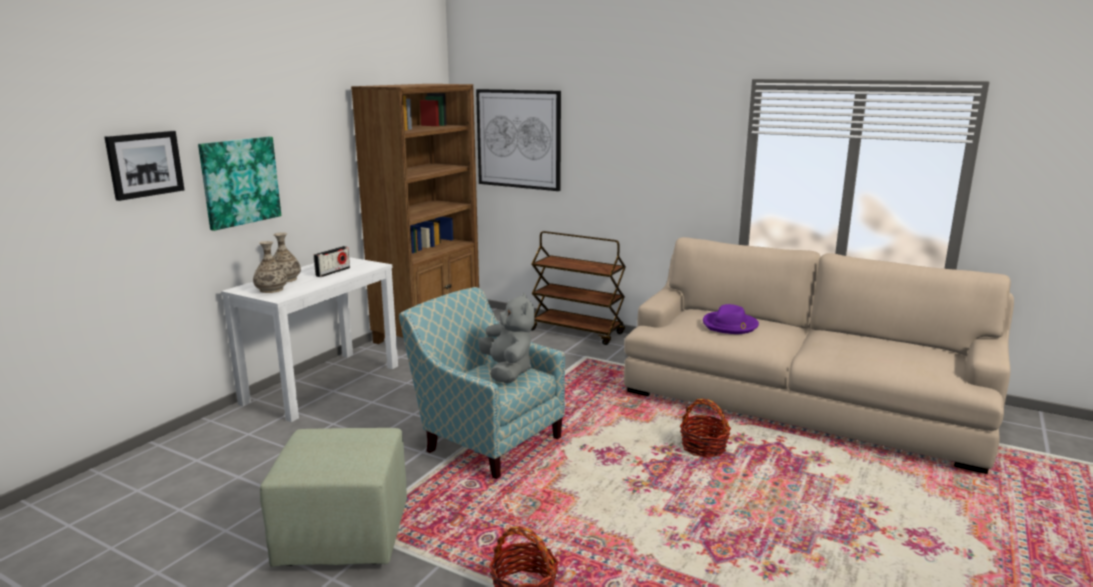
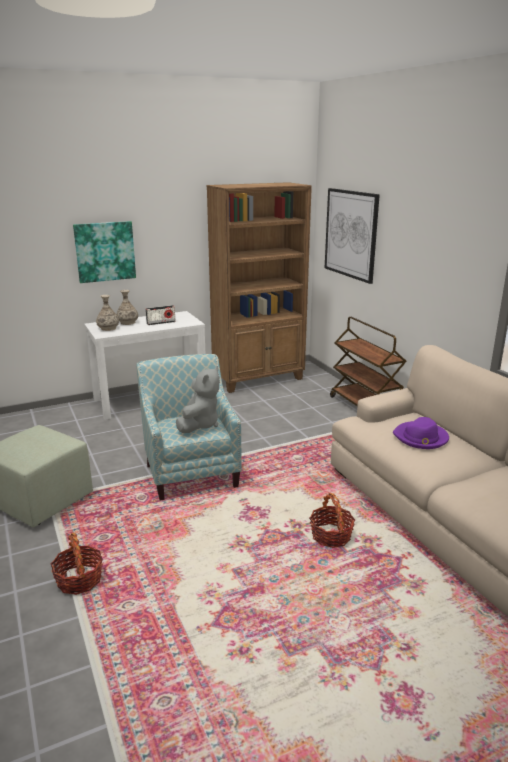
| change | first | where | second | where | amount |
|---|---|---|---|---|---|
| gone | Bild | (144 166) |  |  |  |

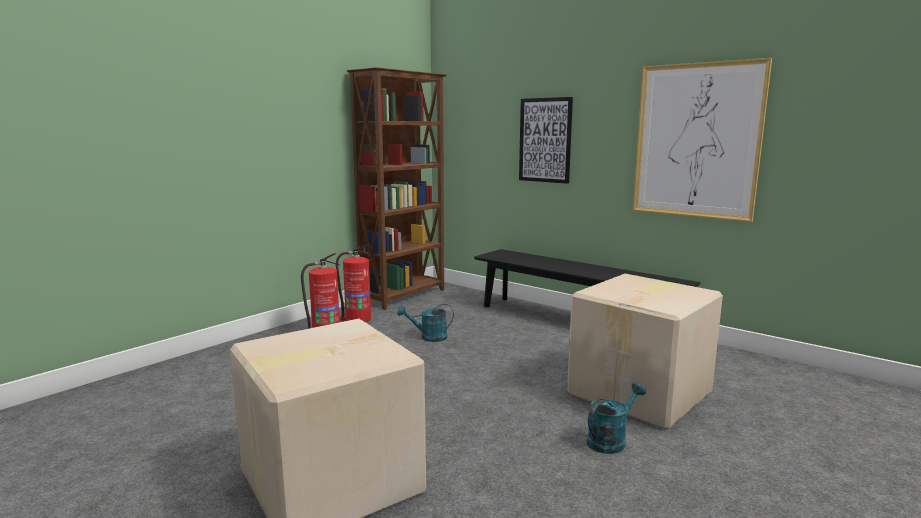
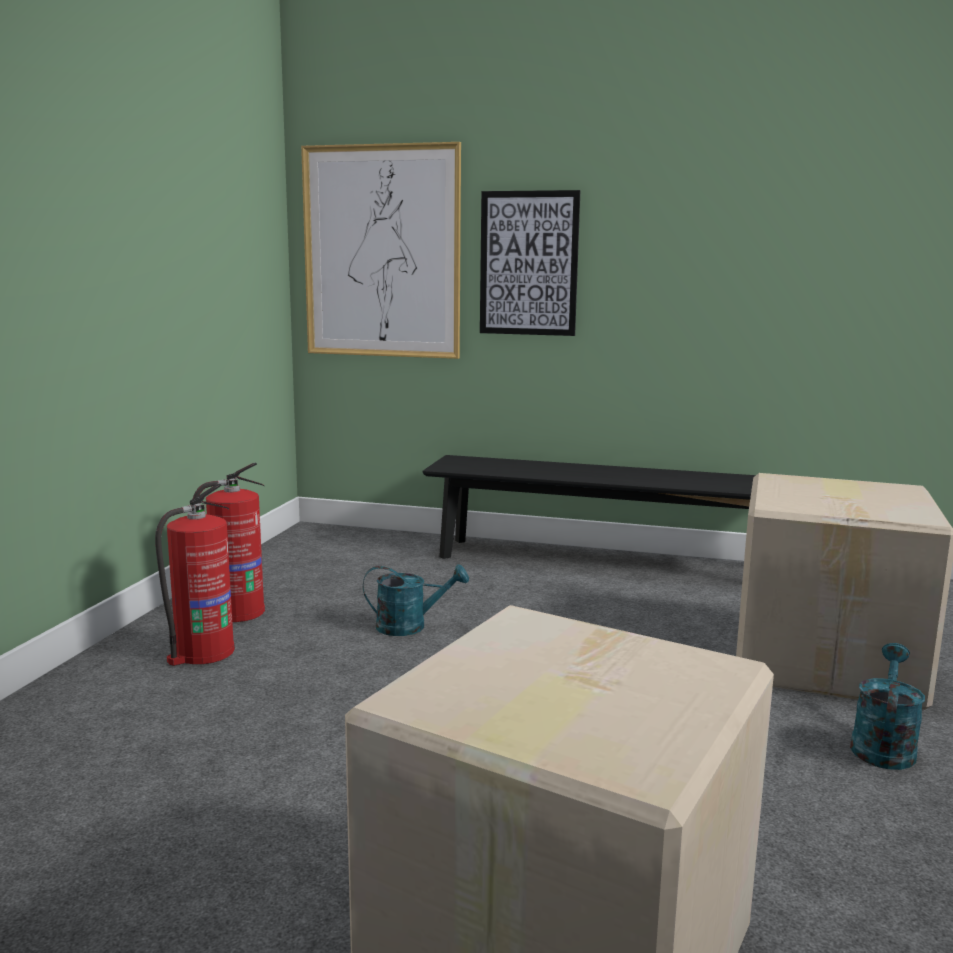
| change | first | where | second | where | amount |
|---|---|---|---|---|---|
| shifted | Bild | (702 140) |  | (381 250) |  |
| gone | Bücherregal (braun) | (397 188) |  |  |  |
| rotated | Gießkanne (türkis) | (425 323) |  | (416 600) | 150 degrees counterclockwise |

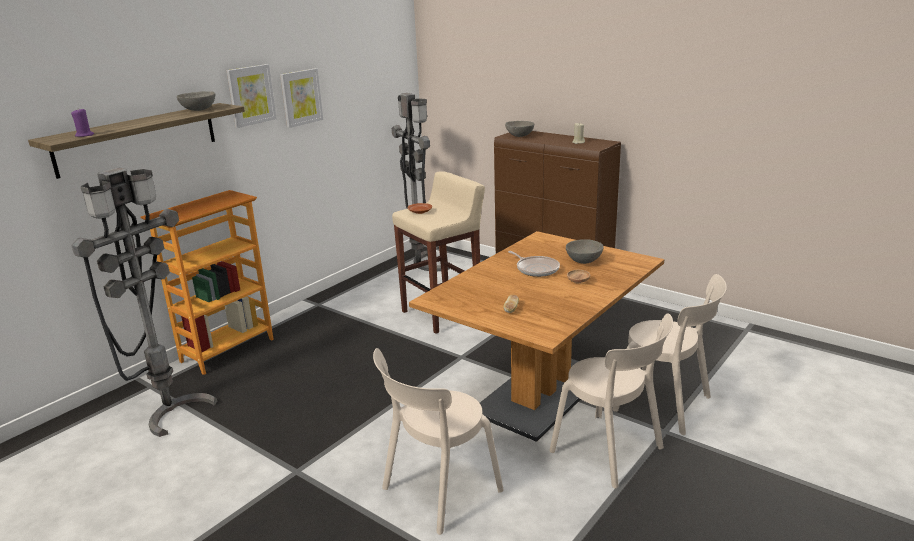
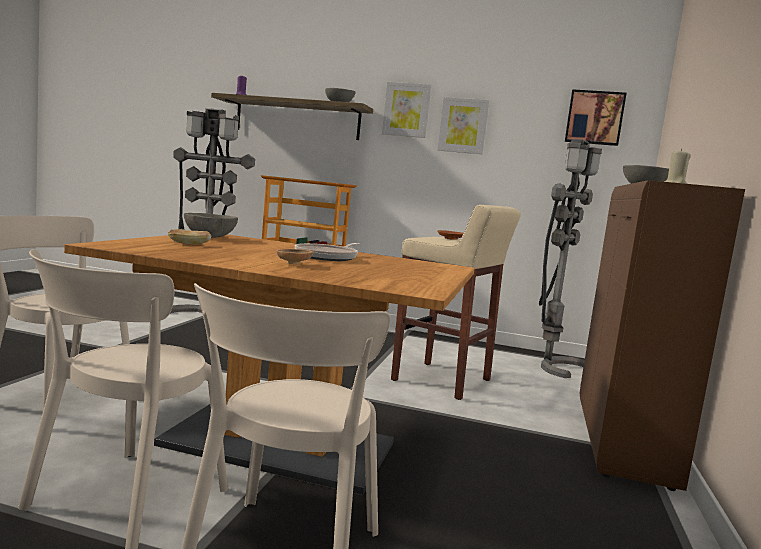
| change | first | where | second | where | amount |
|---|---|---|---|---|---|
| shifted | Schüssel (grau) | (585 251) |  | (211 225) |  |
| new |  |  | Bild | (595 117) |  |

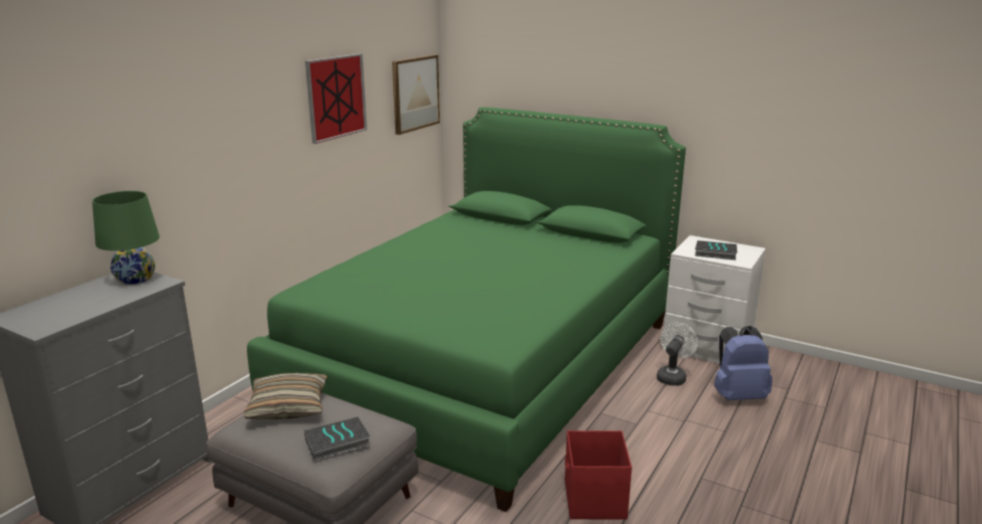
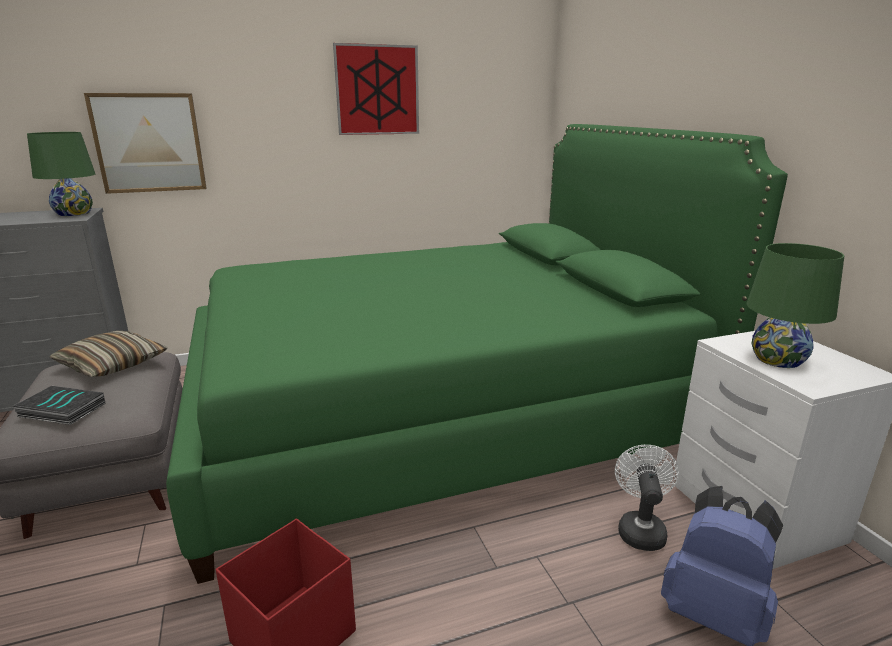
| change | first | where | second | where | amount |
|---|---|---|---|---|---|
| shifted | Bild | (416 95) |  | (145 143) |  |
| swapped | Buch | (716 250) | Tischlampe (grün) | (795 305) |  |
| rotated | Ventilator (weiß) | (677 354) |  | (647 498) | 60 degrees counterclockwise |

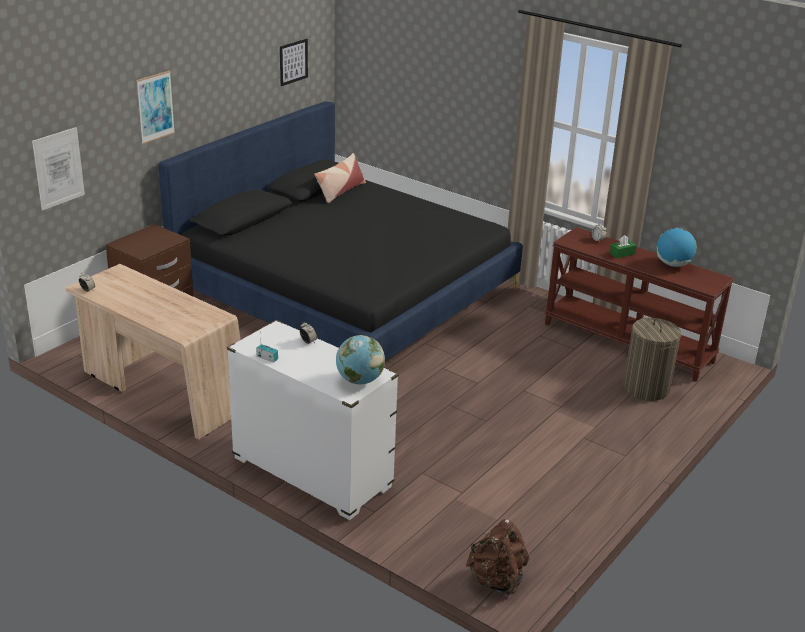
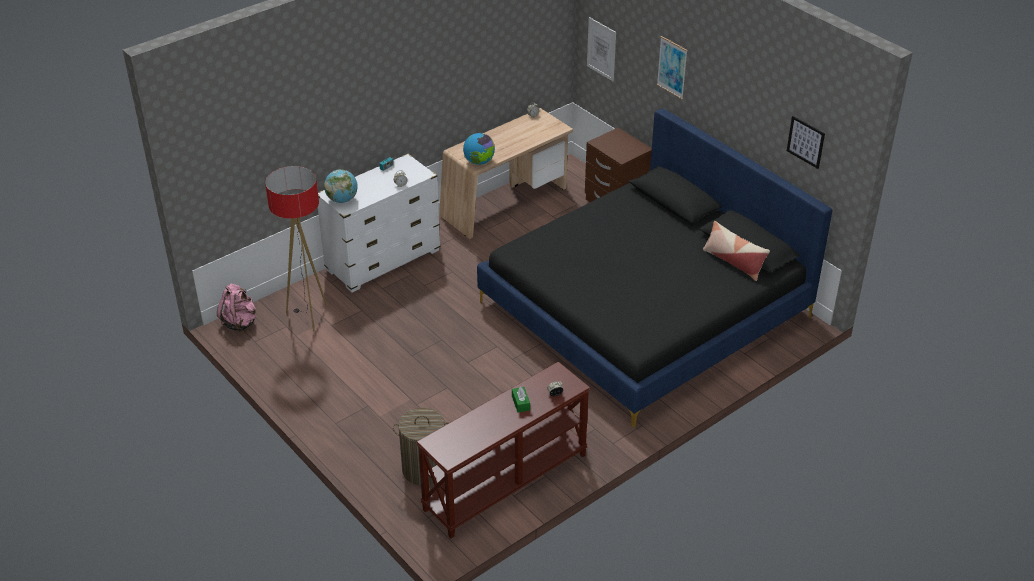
| change | first | where | second | where | amount |
|---|---|---|---|---|---|
| shifted | Globus | (677 247) |  | (479 149) |  |
| repainted | Rucksack (braun) | (497 557) | Rucksack (rosa) | (236 308) |  |
| new |  |  | Stehlampe | (296 249) |  |

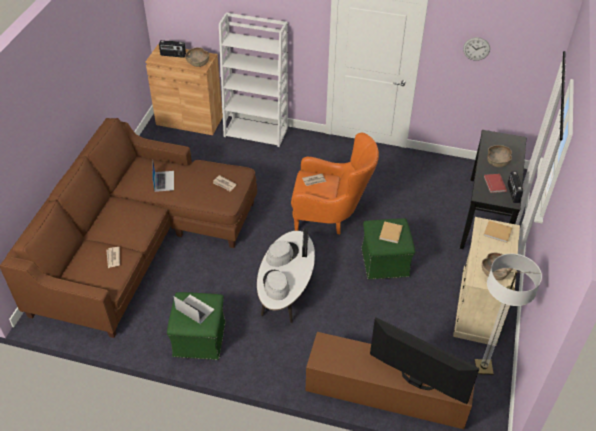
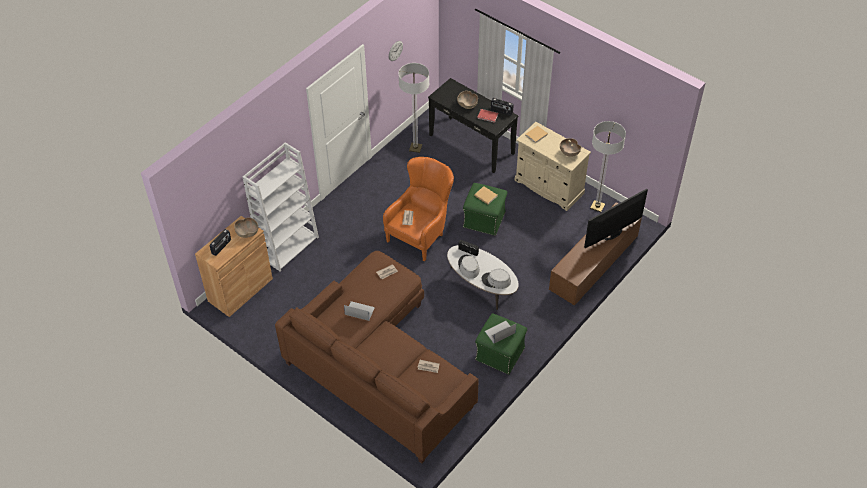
| change | first | where | second | where | amount |
|---|---|---|---|---|---|
| new |  |  | Stehlampe | (413 108) |  |

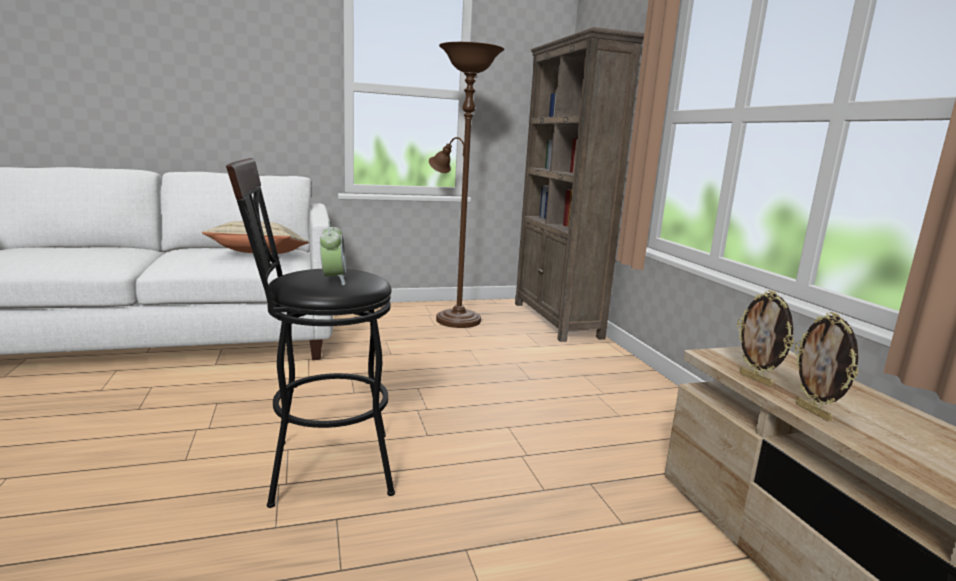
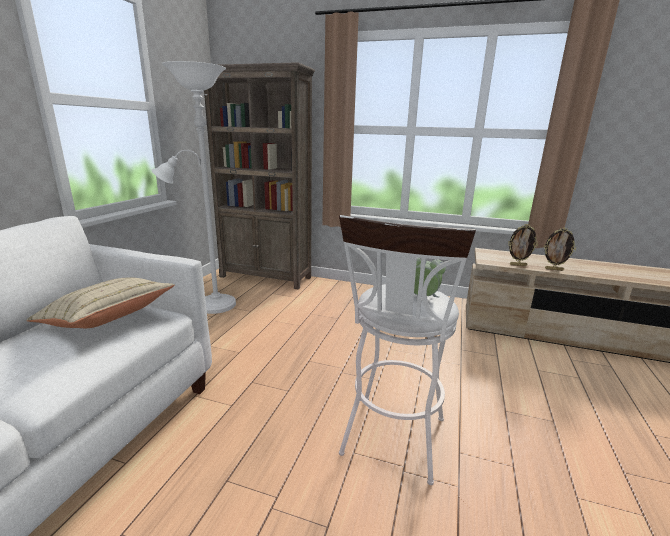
| change | first | where | second | where | amount |
|---|---|---|---|---|---|
| repainted | Stehlampe (braun) | (466 185) | Stehlampe (weiß) | (194 187) |  |
| repainted | Hocker (schwarz) | (310 333) | Hocker (weiß) | (407 350) |  |

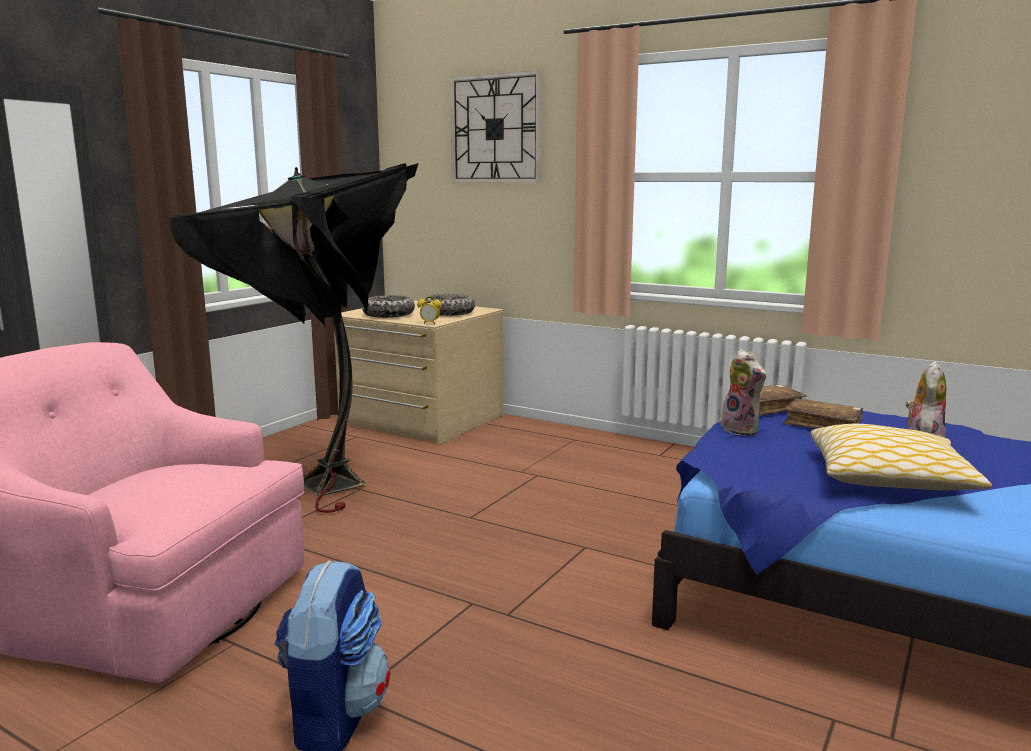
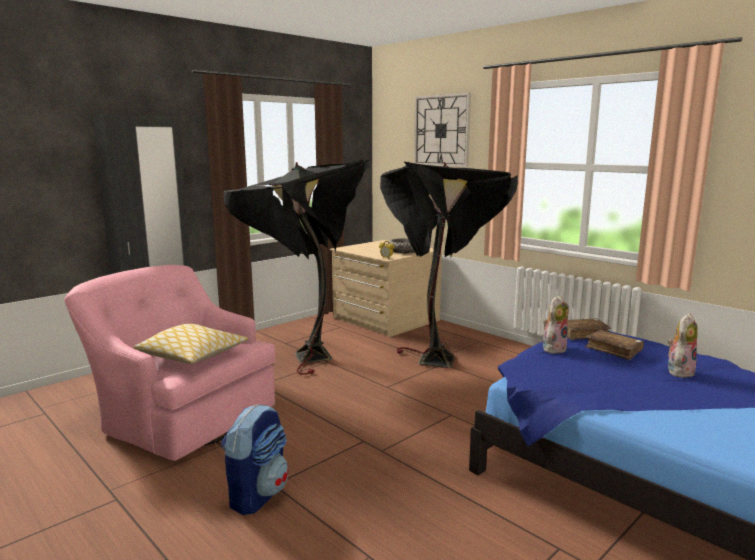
| change | first | where | second | where | amount |
|---|---|---|---|---|---|
| gone | Schüssel | (388 306) |  |  |  |
| rotated | Plüschtier | (742 392) |  | (556 324) | 120 degrees counterclockwise |
| shifted | Kissen | (901 457) |  | (190 344) |  |
| new |  |  | Stehlampe (schwarz) | (449 264) |  |

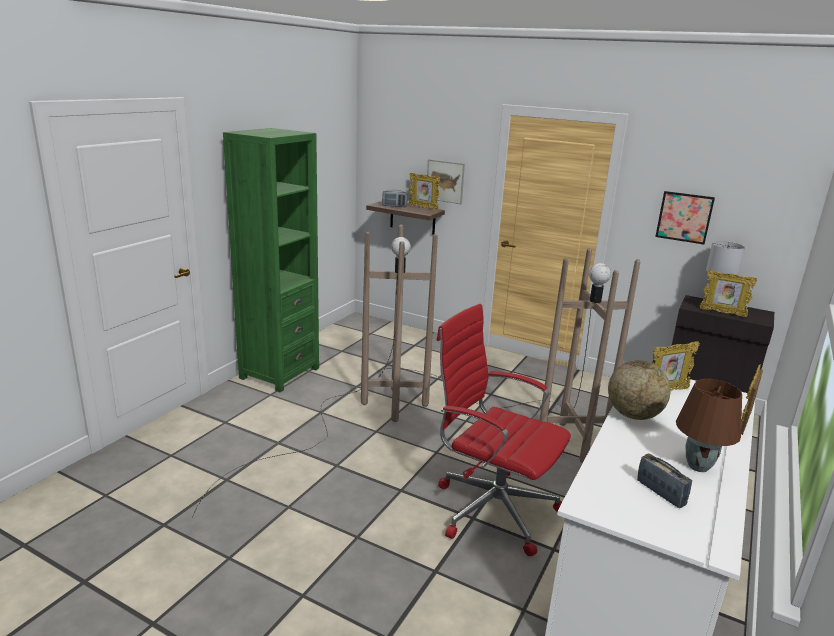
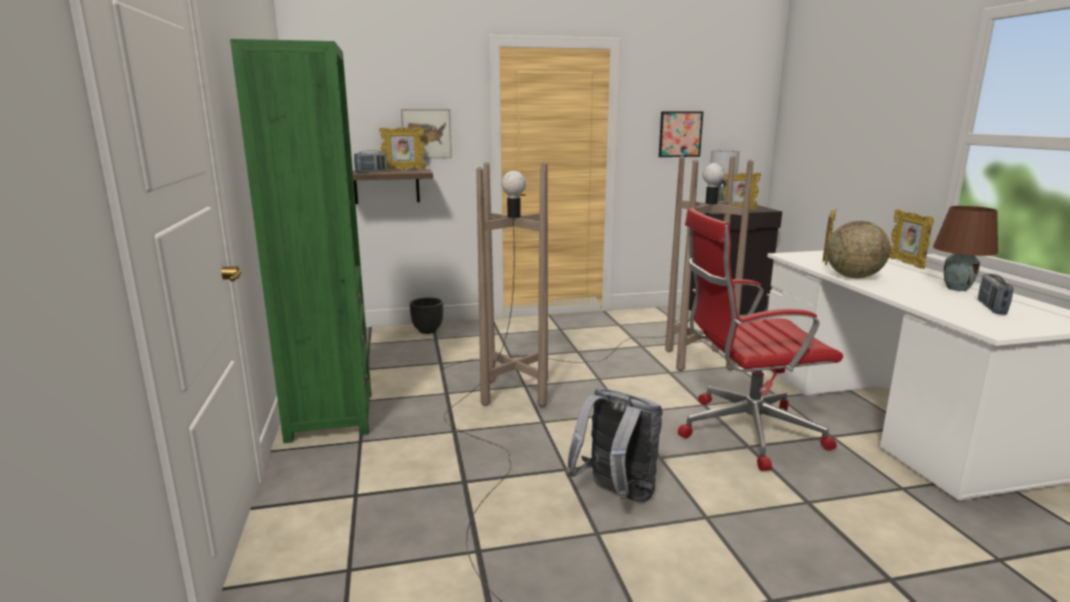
| change | first | where | second | where | amount |
|---|---|---|---|---|---|
| rotated | Radio | (664 481) |  | (996 294) | 90 degrees counterclockwise |
| new |  |  | Pflanzkübel (schwarz) | (426 315) |  |
| new |  |  | Rucksack (grau) | (614 445) |  |

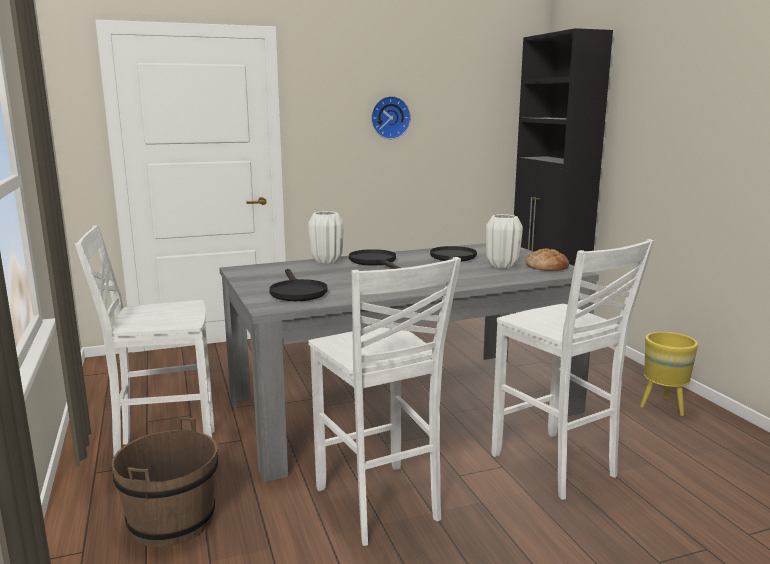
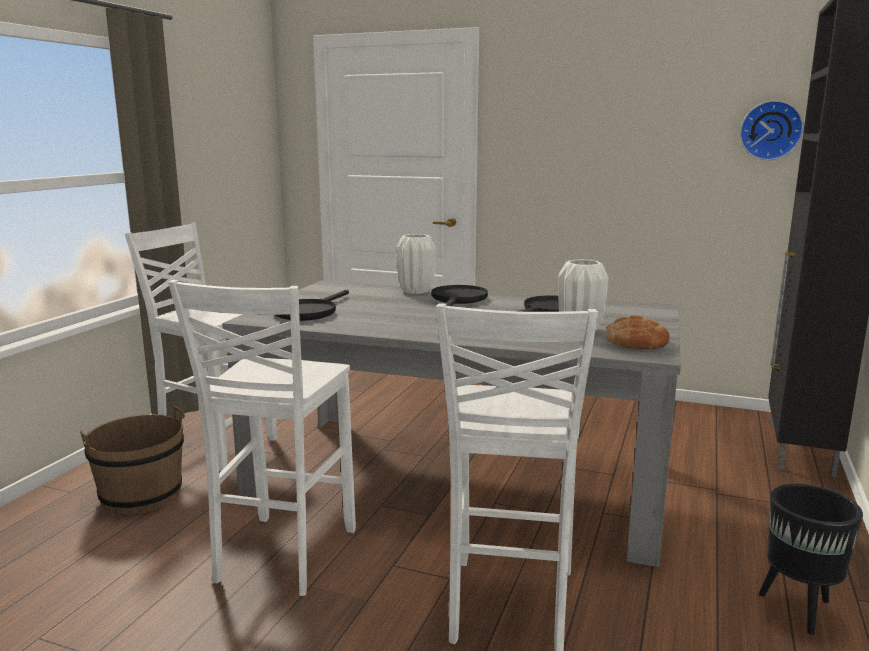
| change | first | where | second | where | amount |
|---|---|---|---|---|---|
| shifted | Wanduhr | (391 117) |  | (772 130) |  |
| repainted | Pflanzkübel (gelb) | (669 374) | Pflanzkübel (schwarz) | (811 559) |  |

